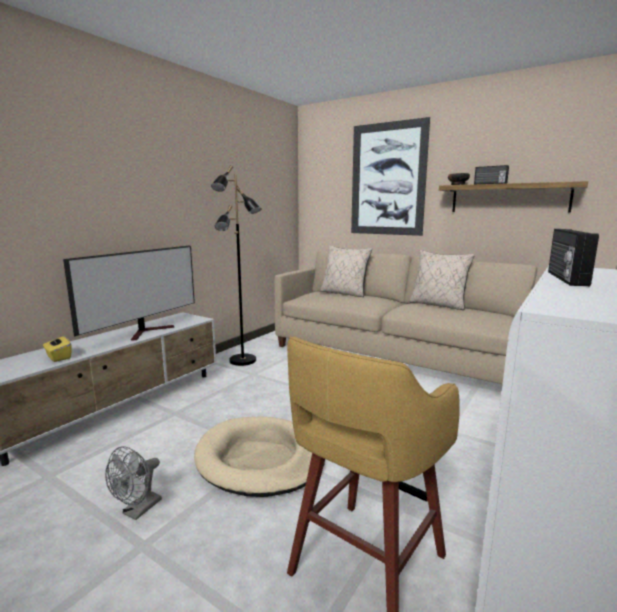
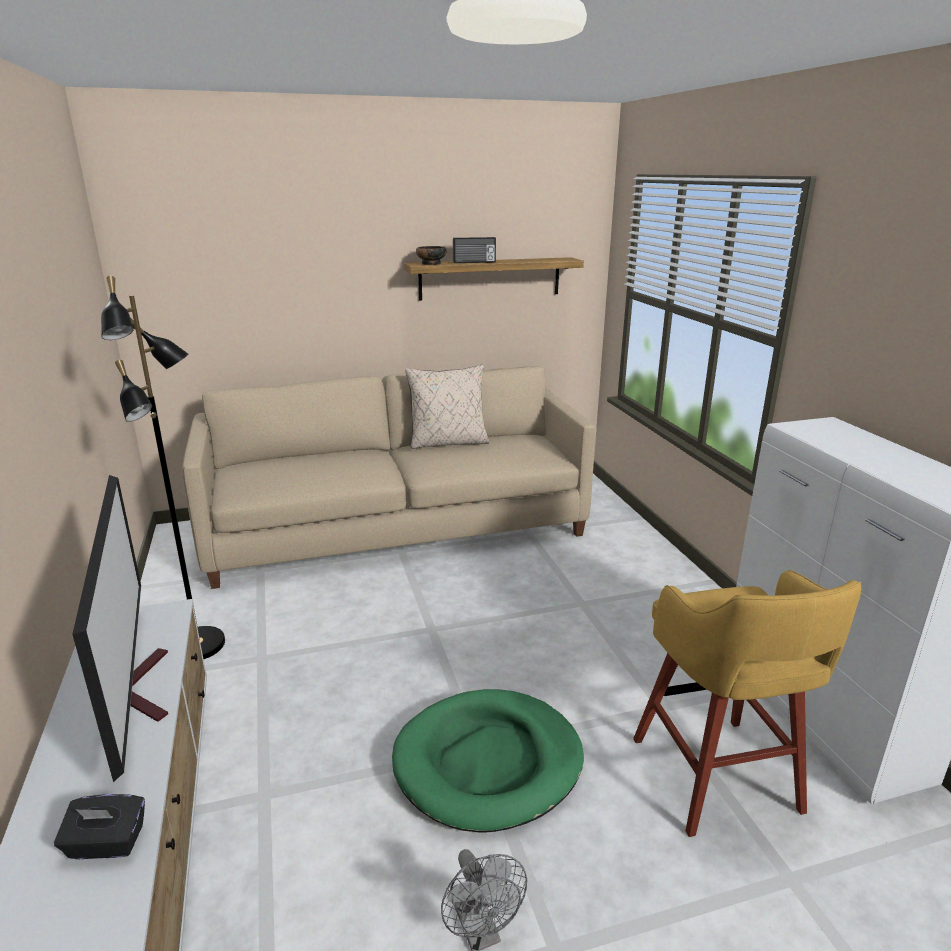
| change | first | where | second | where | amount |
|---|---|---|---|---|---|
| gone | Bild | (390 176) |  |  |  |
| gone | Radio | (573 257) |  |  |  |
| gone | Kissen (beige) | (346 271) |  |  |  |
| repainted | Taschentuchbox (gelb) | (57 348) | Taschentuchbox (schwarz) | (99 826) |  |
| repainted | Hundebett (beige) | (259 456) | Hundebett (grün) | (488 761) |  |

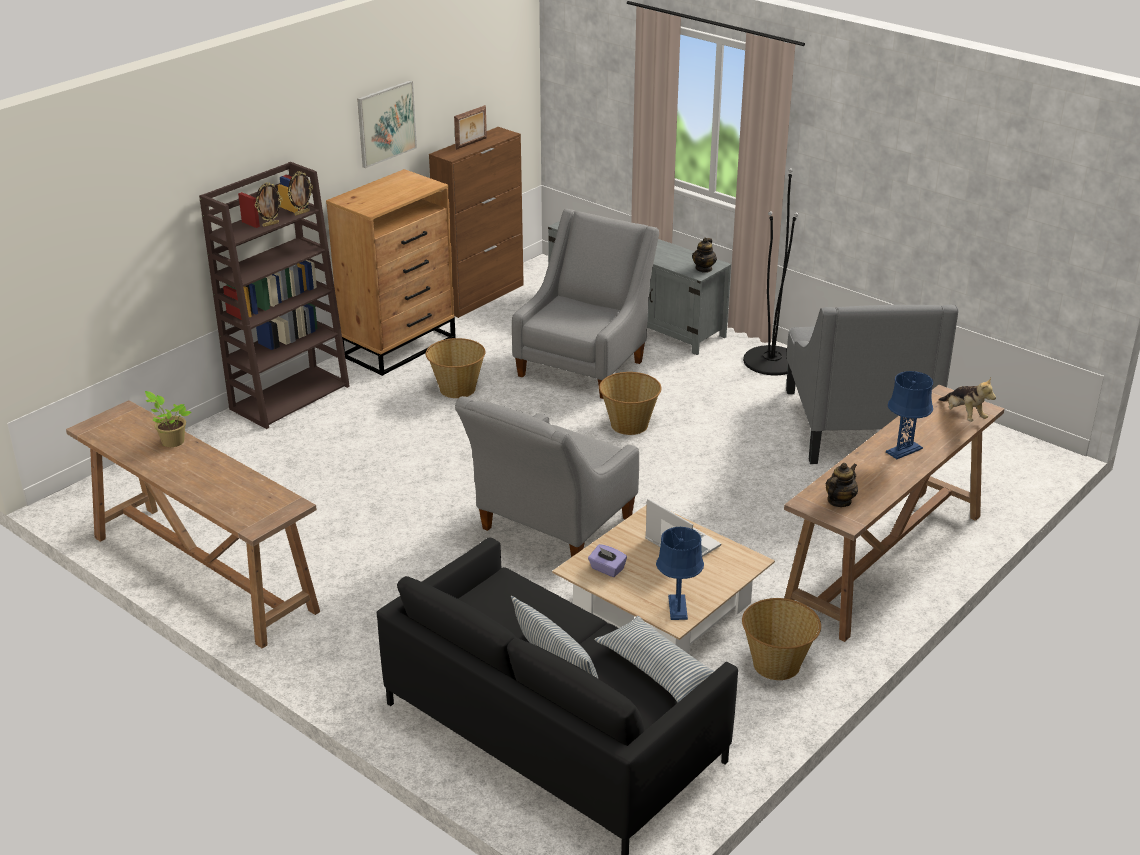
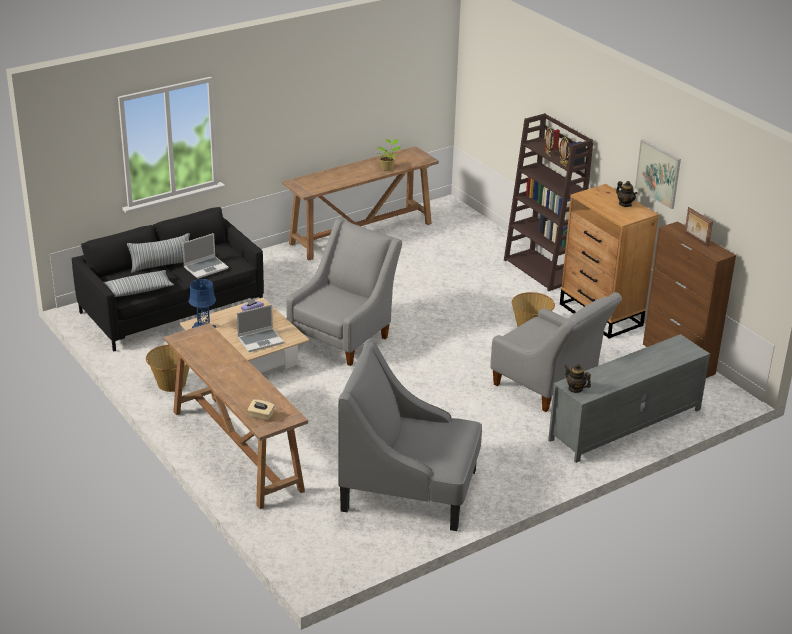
| change | first | where | second | where | amount |
|---|---|---|---|---|---|
| gone | Stehlampe (schwarz) | (770 271) |  |  |  |
| gone | Tischlampe (blau) | (909 415) |  |  |  |
| gone | Korb | (630 403) |  |  |  |
| swapped | Plüschtier | (967 399) | Taschentuchbox (beige) | (261 410) |  |
| rotated | Sessel (grau) | (547 476) |  | (344 292) | 75 degrees clockwise |
| shifted | Teekanne | (842 485) |  | (626 194) |  |
| new |  |  | Laptop | (205 256) |  |

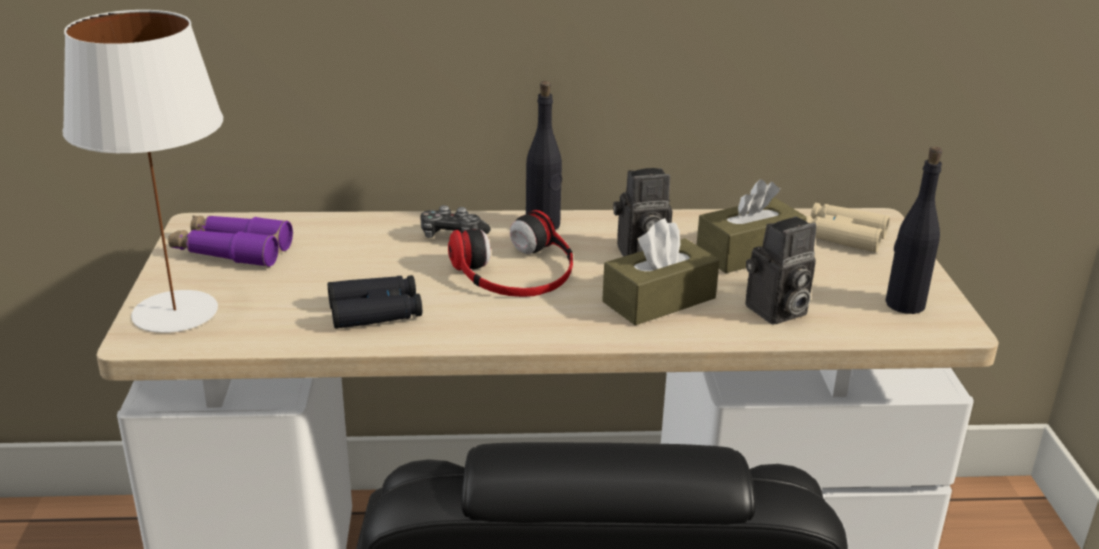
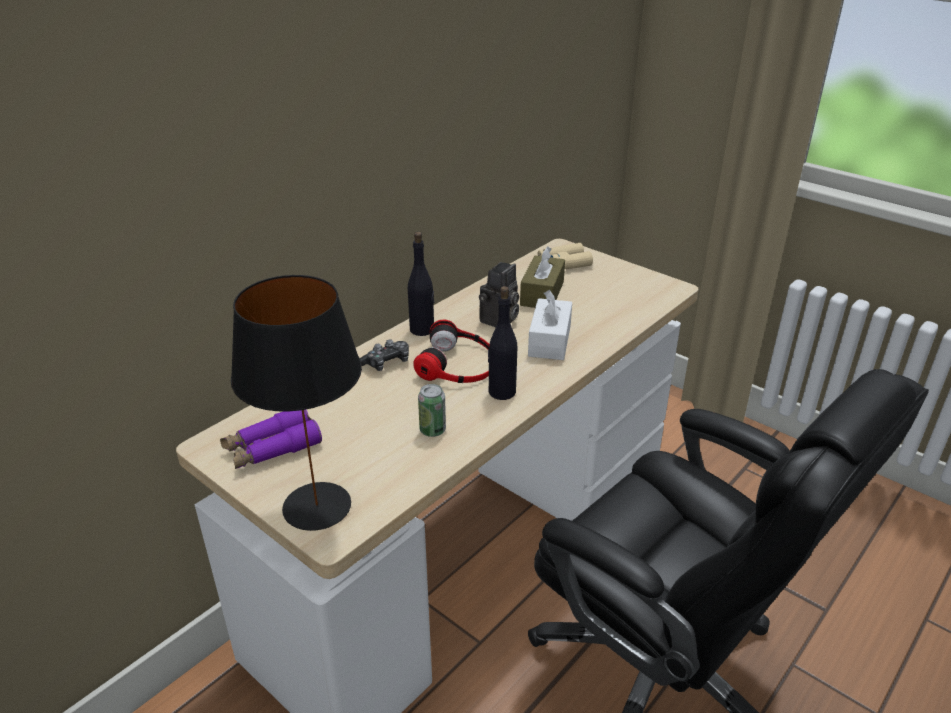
| change | first | where | second | where | amount |
|---|---|---|---|---|---|
| repainted | Tischlampe (weiß) | (142 171) | Tischlampe (schwarz) | (296 403) |  |
| shifted | Flasche (schwarz) | (913 230) |  | (502 343) |  |
| gone | Kamera | (781 270) |  |  |  |
| repainted | Taschentuchbox (braun) | (661 271) | Taschentuchbox (weiß) | (550 325) |  |
| swapped | Fernglas (schwarz) | (375 302) | Dose | (432 410) |  |

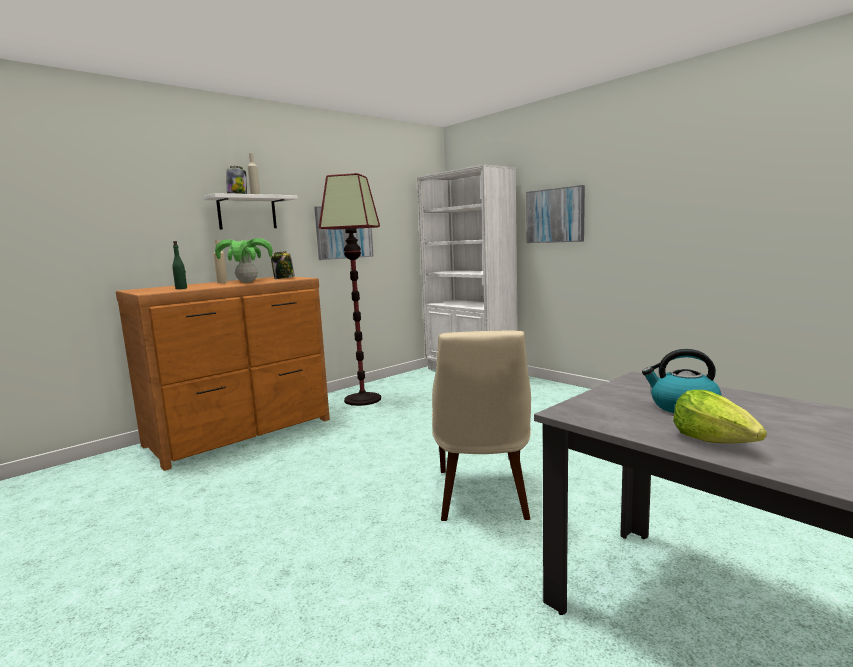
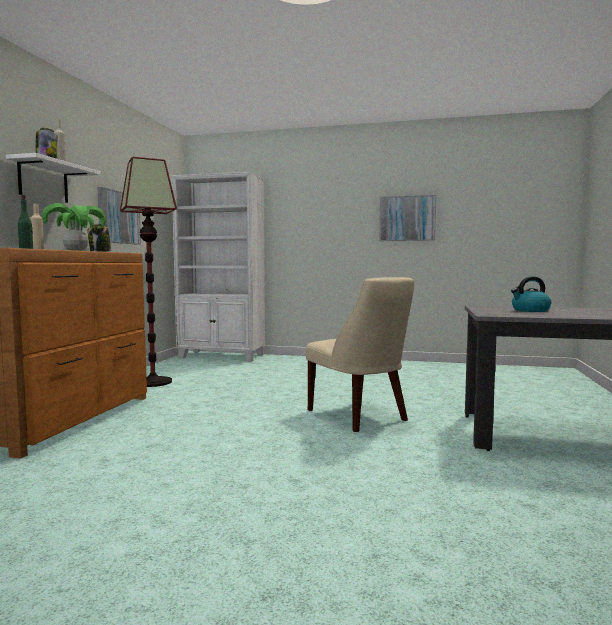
| change | first | where | second | where | amount |
|---|---|---|---|---|---|
| shifted | Bild | (555 214) |  | (408 218) |  |
| gone | Salatkopf | (720 416) |  |  |  |

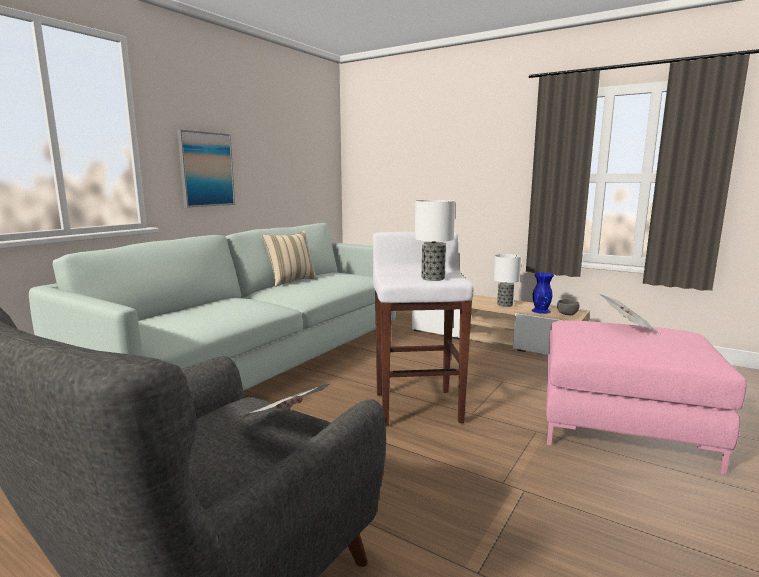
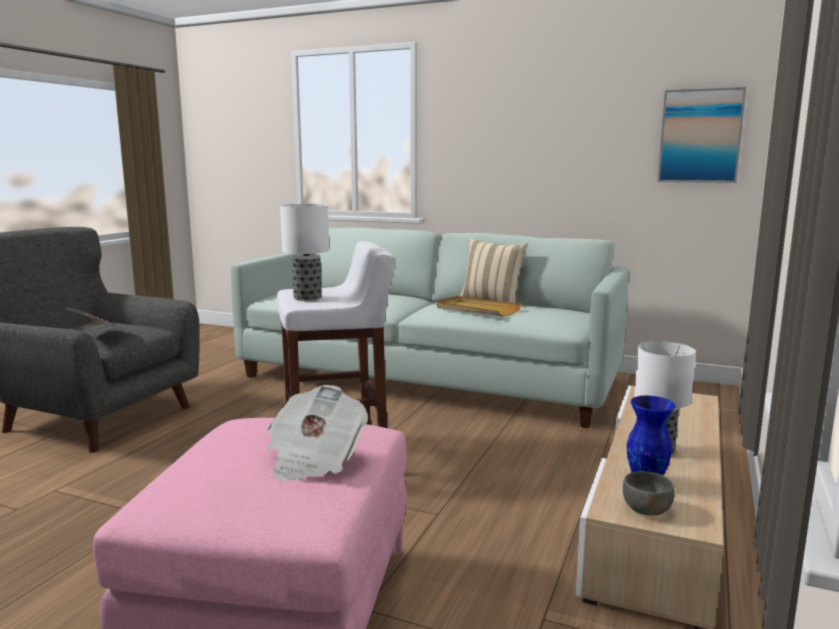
| change | first | where | second | where | amount |
|---|---|---|---|---|---|
| shifted | Bild | (206 169) |  | (702 135) |  |
| new |  |  | Tablett (beige) | (479 306) |  |

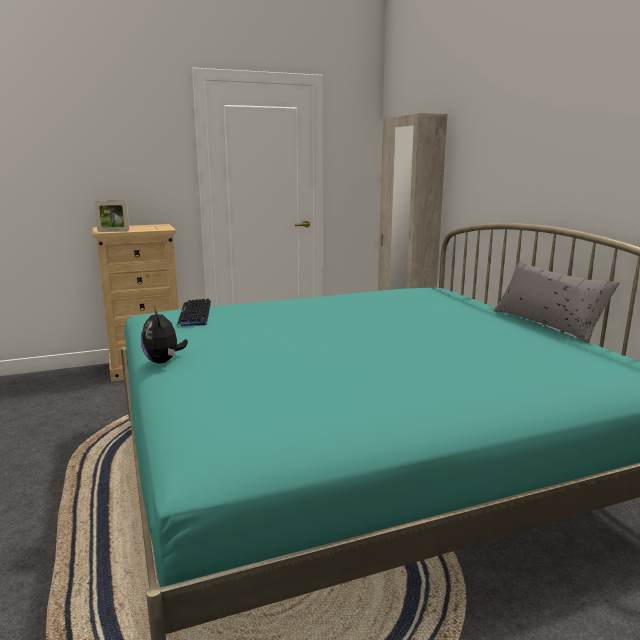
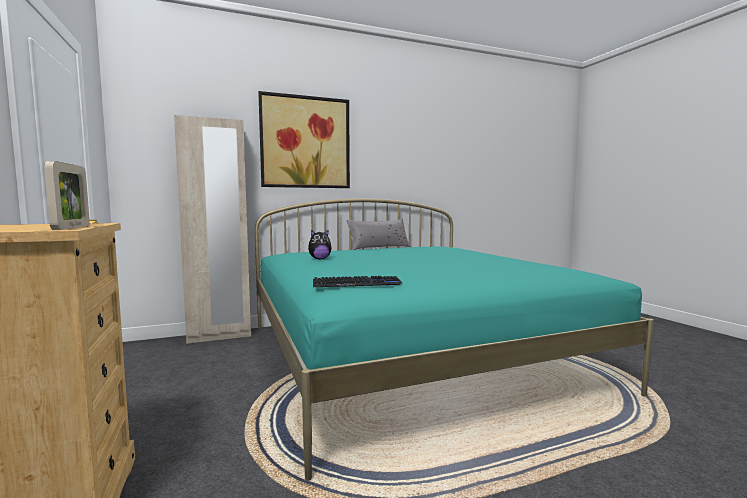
| change | first | where | second | where | amount |
|---|---|---|---|---|---|
| shifted | Plüschtier | (164 335) |  | (320 244) |  |
| new |  |  | Bild | (304 139) |  |

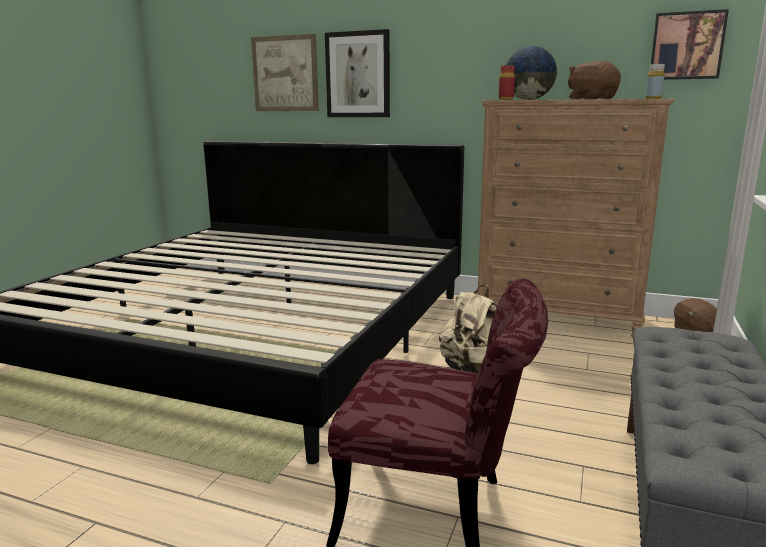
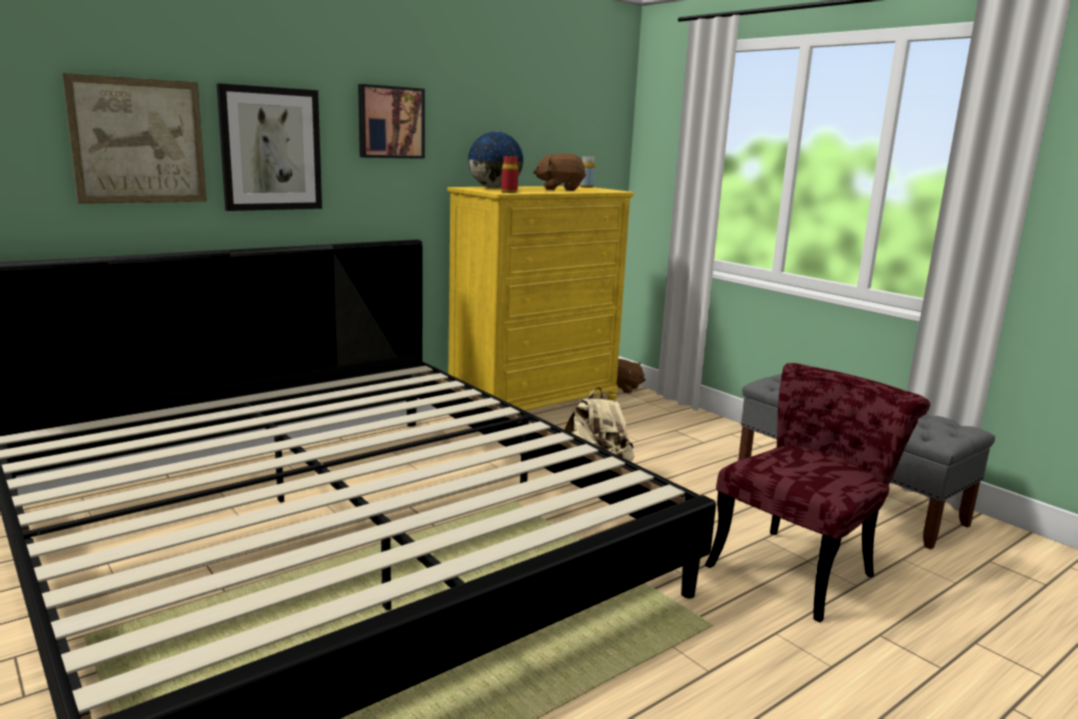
| change | first | where | second | where | amount |
|---|---|---|---|---|---|
| shifted | Bild | (690 44) |  | (391 121) |  |
| repainted | Kommode (braun) | (576 218) | Kommode (gelb) | (540 298) |  |

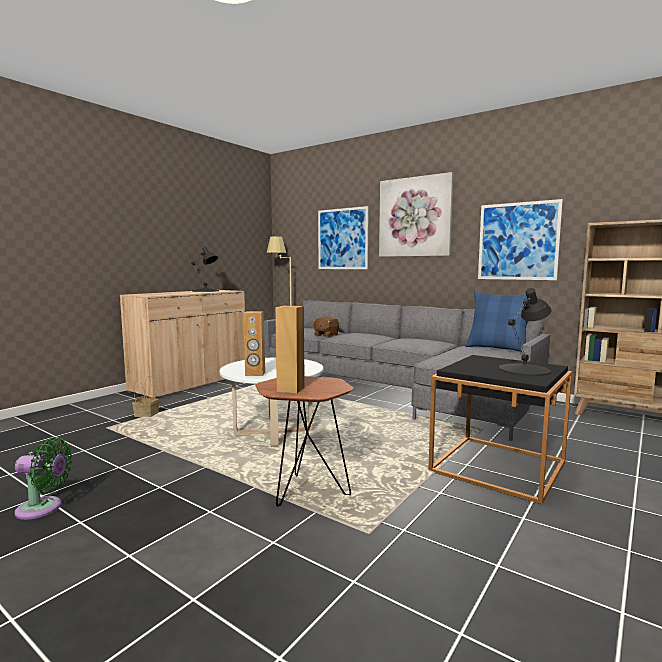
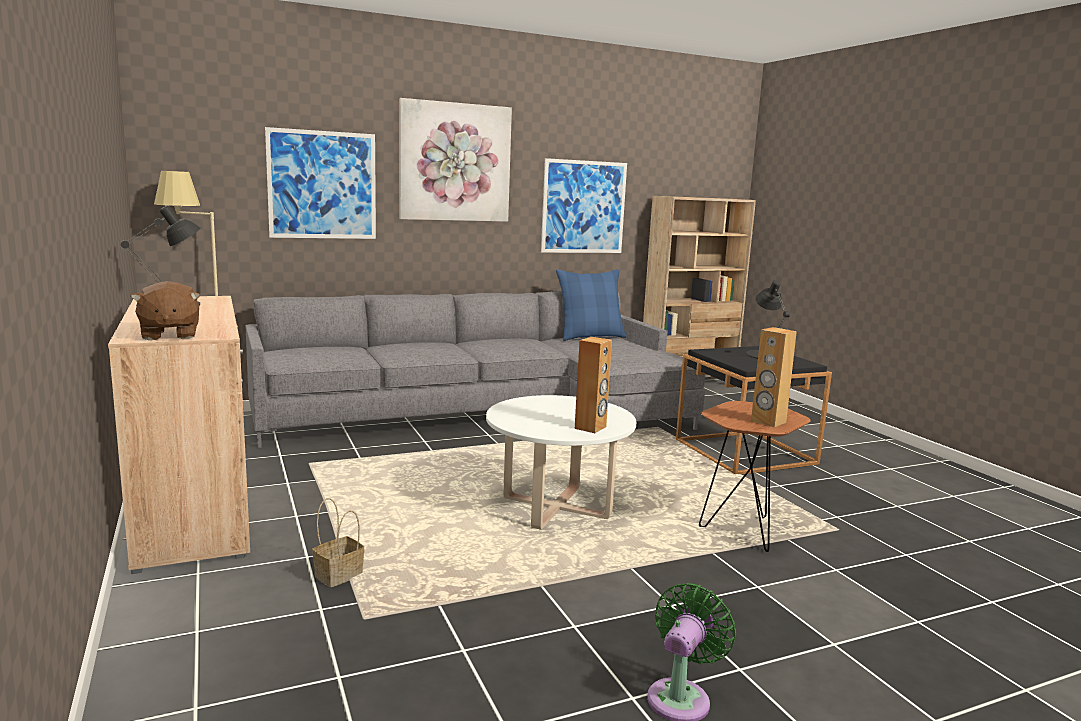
| change | first | where | second | where | amount |
|---|---|---|---|---|---|
| shifted | Plüschtier (braun) | (326 326) |  | (165 310) |  |

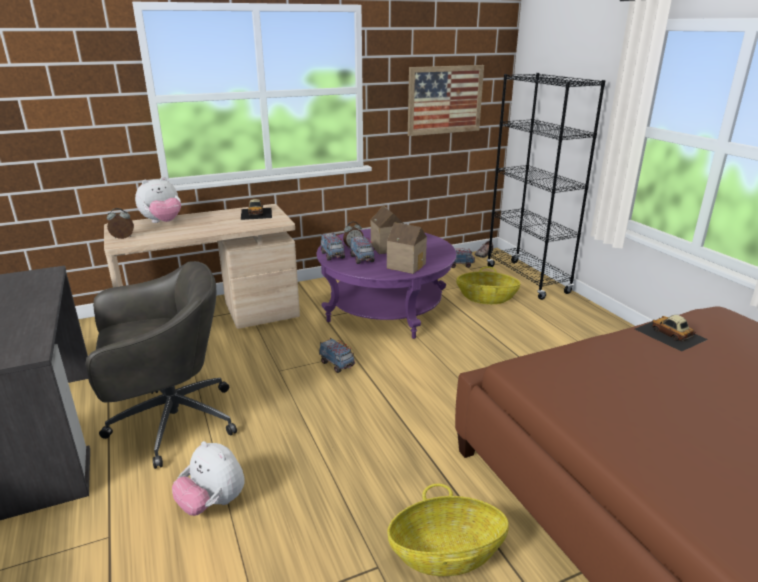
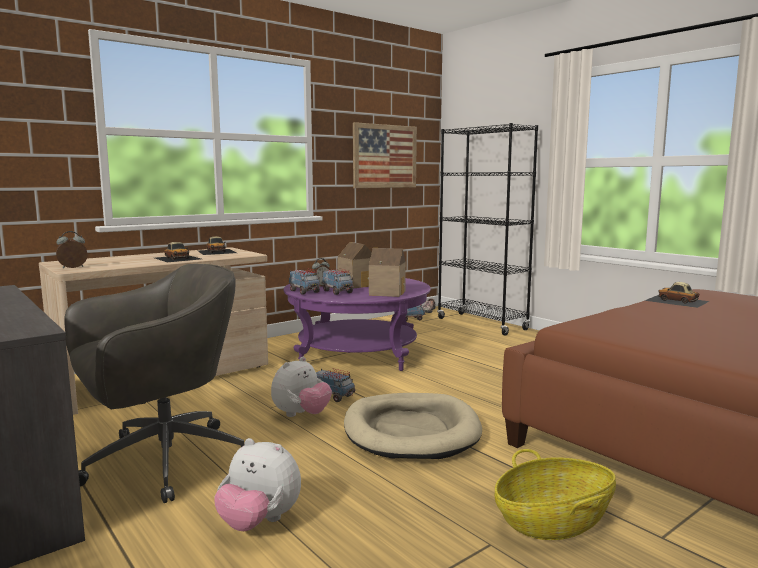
| change | first | where | second | where | amount |
|---|---|---|---|---|---|
| shifted | Plüschtier | (158 200) |  | (301 387) |  |
| gone | Korb | (488 285) |  |  |  |
| new |  |  | Spielzeugauto | (178 252) |  |
| new |  |  | Hundebett (beige) | (413 426) |  |

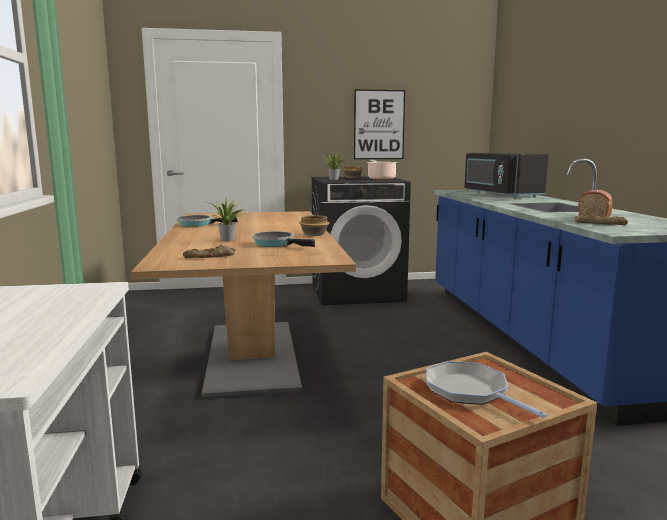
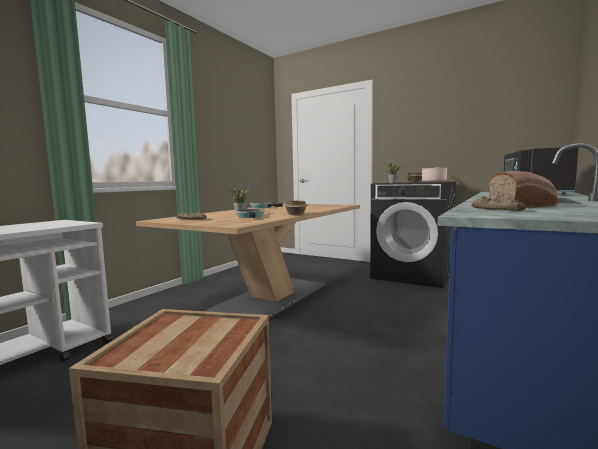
| change | first | where | second | where | amount |
|---|---|---|---|---|---|
| gone | Bild | (379 124) |  |  |  |
| gone | Pfanne | (486 389) |  |  |  |

